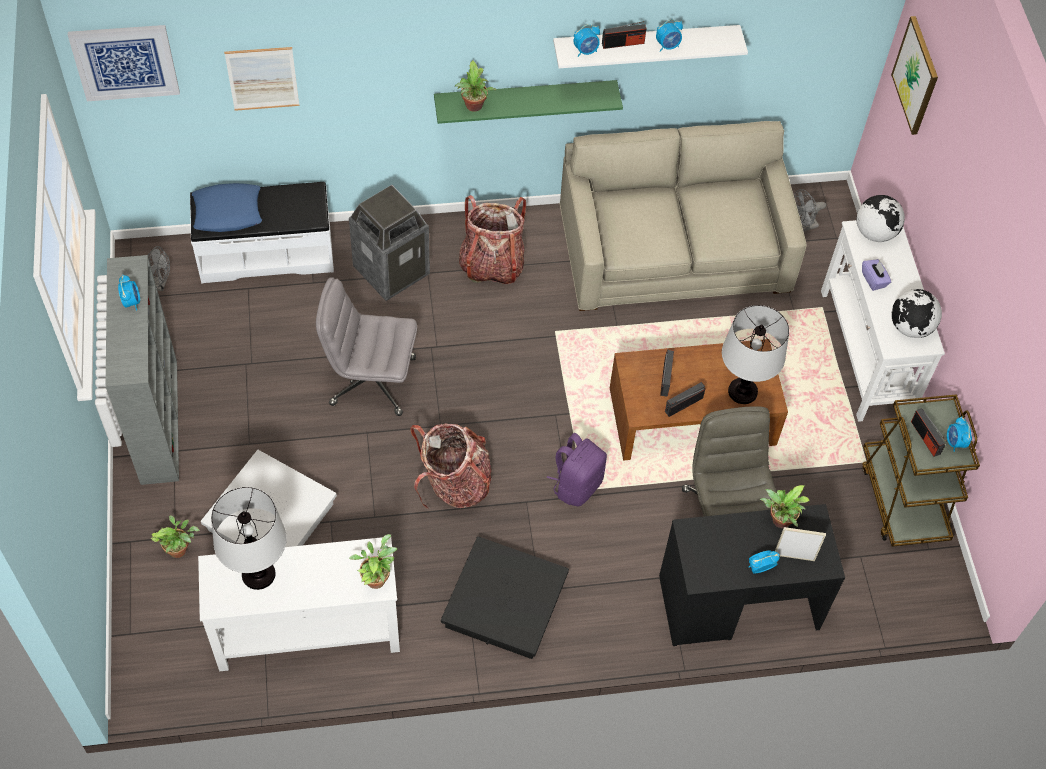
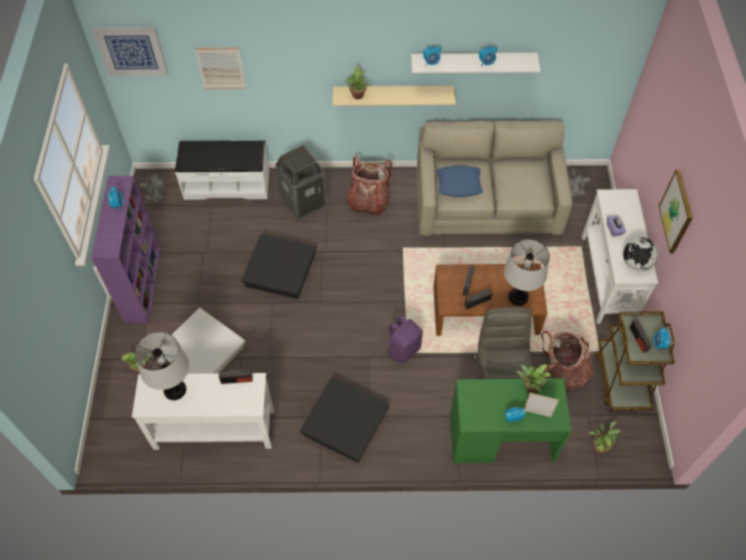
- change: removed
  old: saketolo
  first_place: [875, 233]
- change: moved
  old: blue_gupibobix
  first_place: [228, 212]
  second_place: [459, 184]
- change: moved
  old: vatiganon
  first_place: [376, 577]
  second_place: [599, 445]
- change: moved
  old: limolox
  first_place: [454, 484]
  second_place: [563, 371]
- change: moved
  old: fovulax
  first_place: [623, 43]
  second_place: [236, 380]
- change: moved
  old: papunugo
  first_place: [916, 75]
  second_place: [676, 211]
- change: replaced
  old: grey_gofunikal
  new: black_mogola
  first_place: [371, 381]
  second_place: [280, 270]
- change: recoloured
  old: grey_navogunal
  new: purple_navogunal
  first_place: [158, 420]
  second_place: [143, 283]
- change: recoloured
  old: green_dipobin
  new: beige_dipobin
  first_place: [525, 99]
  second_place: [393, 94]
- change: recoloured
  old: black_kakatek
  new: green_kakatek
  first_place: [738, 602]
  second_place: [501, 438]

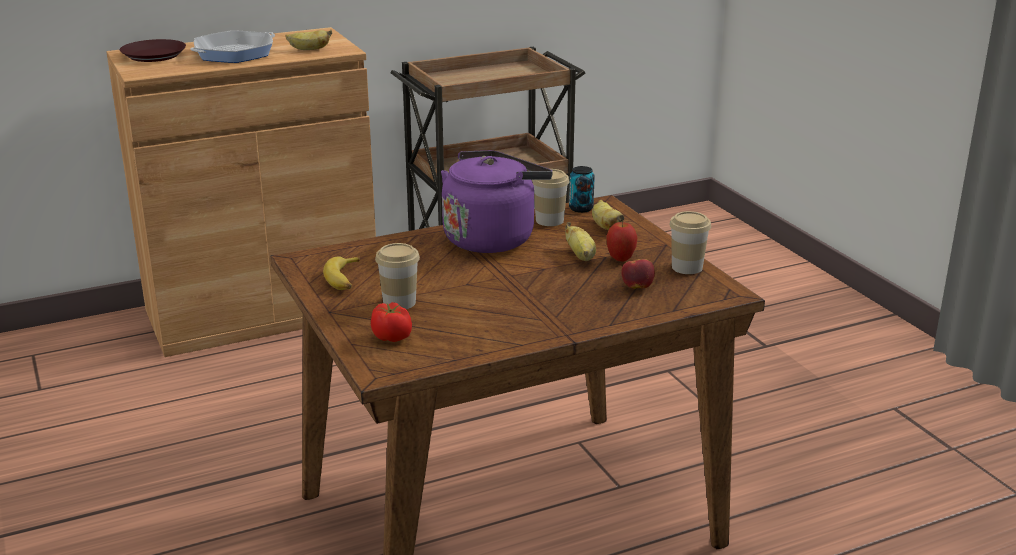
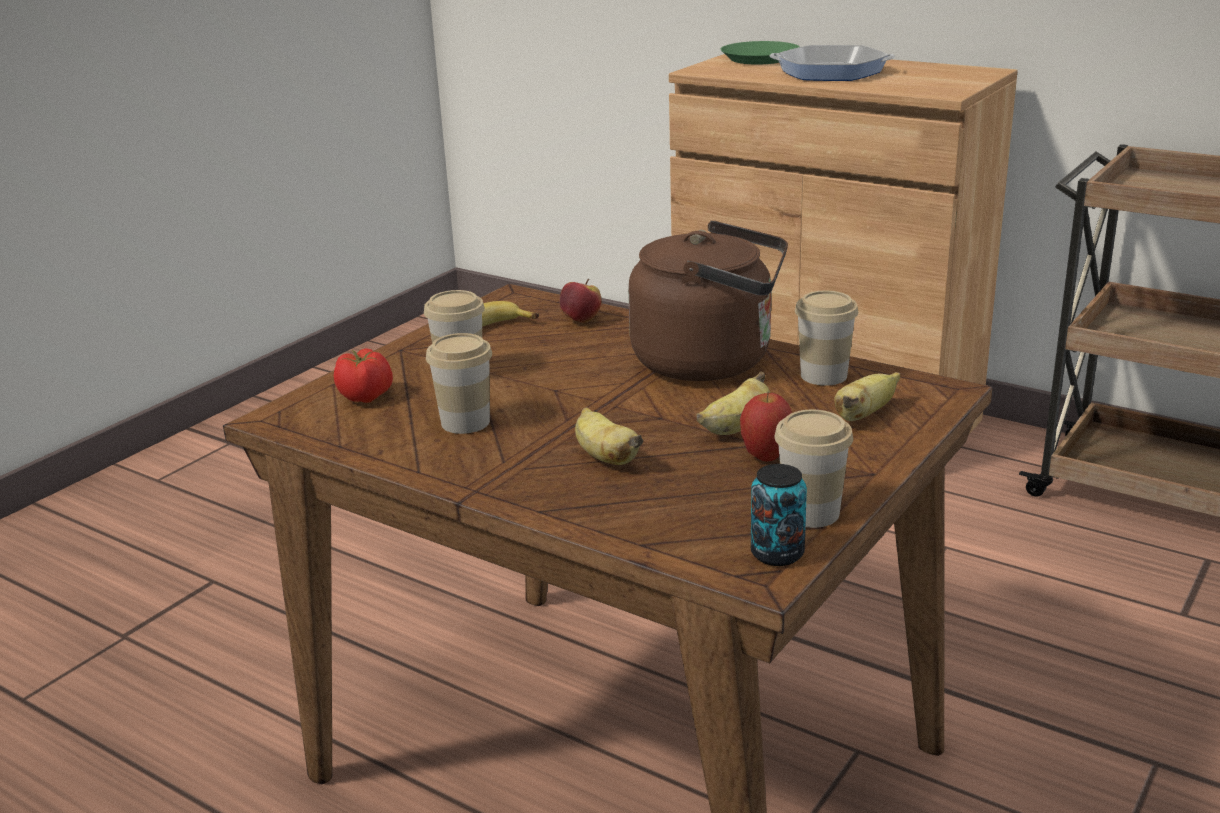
- change: added
  new: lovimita
  second_place: [465, 422]
- change: moved
  old: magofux
  first_place: [308, 49]
  second_place: [605, 457]
- change: moved
  old: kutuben
  first_place: [581, 208]
  second_place: [777, 554]
- change: moved
  old: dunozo
  first_place: [637, 287]
  second_place: [581, 320]
- change: recoloured
  old: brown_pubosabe
  new: green_pubosabe
  first_place: [154, 56]
  second_place: [759, 59]
- change: recoloured
  old: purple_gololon
  new: brown_gololon
  first_place: [492, 238]
  second_place: [711, 361]

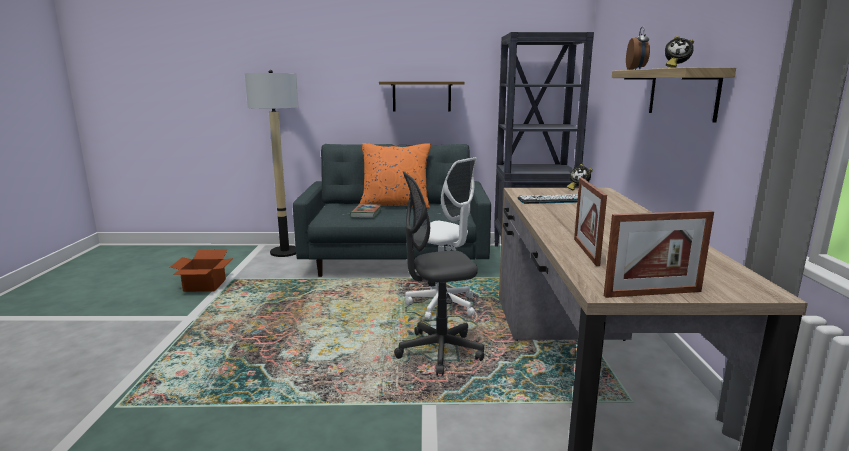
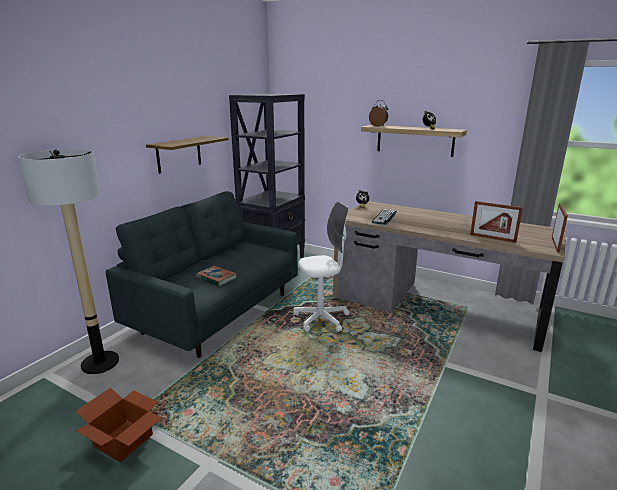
- change: removed
  old: orange_gupibobix
  first_place: [395, 205]
- change: removed
  old: grey_gofunikal
  first_place: [439, 352]

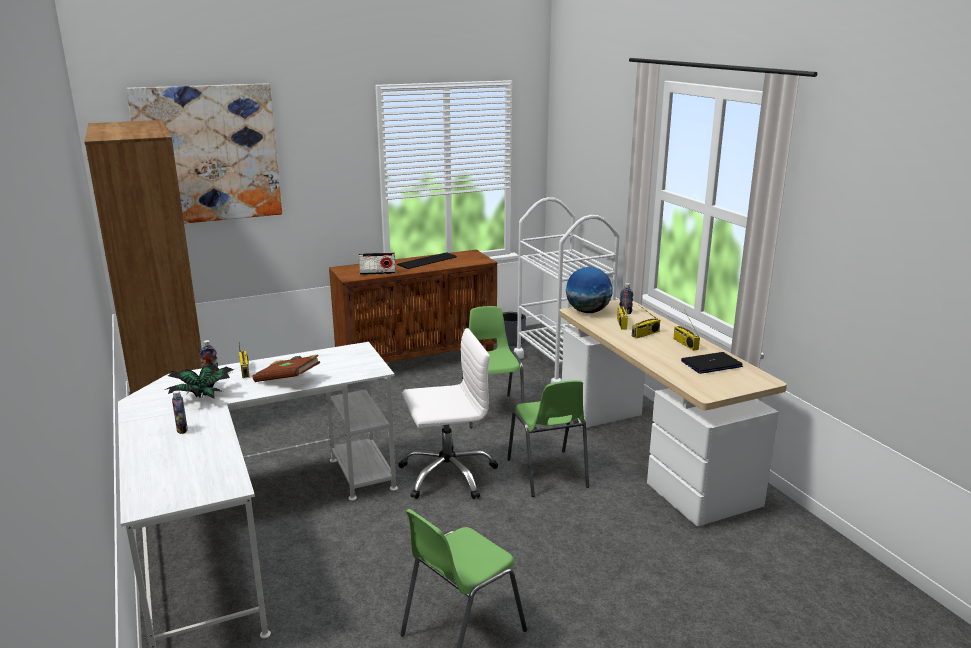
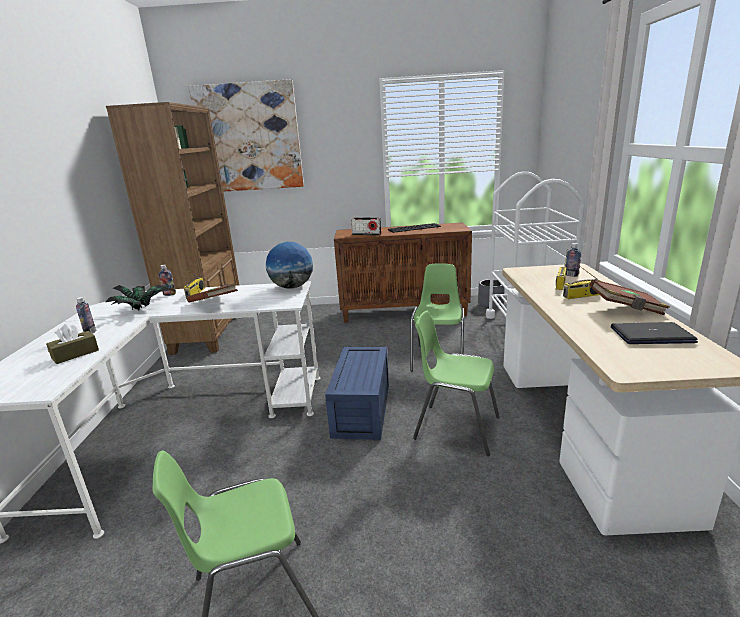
- change: added
  new: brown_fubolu
  second_place: [75, 354]
- change: moved
  old: saketolo
  first_place: [588, 311]
  second_place: [292, 287]
- change: replaced
  old: white_gofunikal
  new: blue_mogola
  first_place: [447, 474]
  second_place: [363, 410]
- change: replaced
  old: fovulax
  new: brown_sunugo
  first_place: [684, 344]
  second_place: [626, 309]
- change: turned
  old: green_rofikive
  first_place: [547, 474]
  second_place: [456, 428]
  degrees: 105

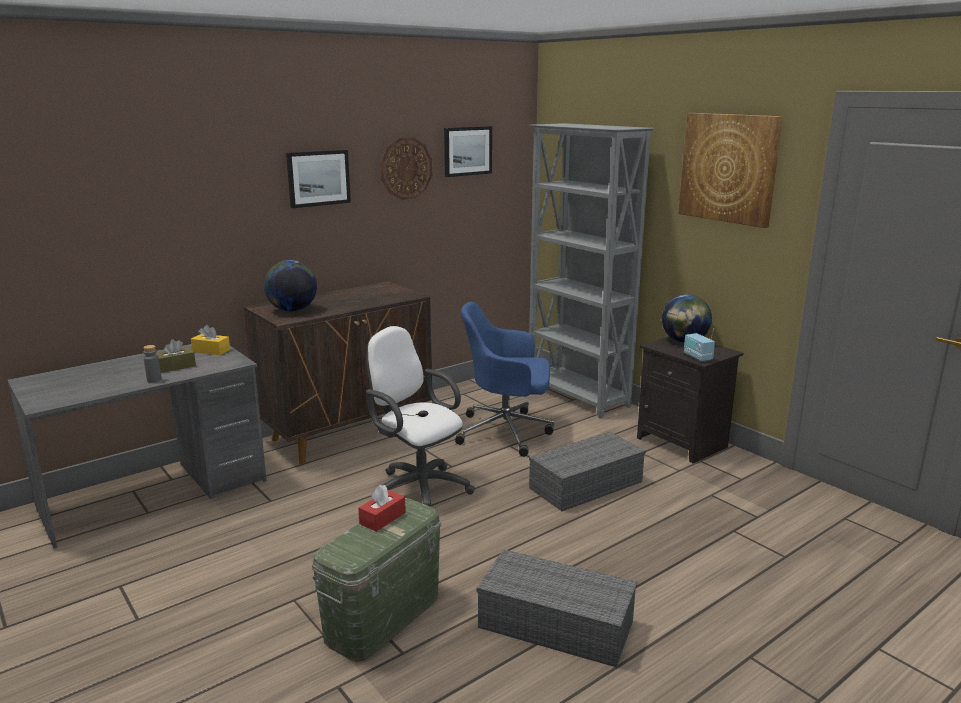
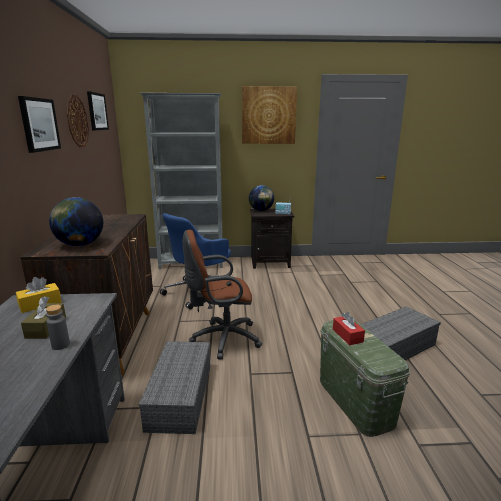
- change: moved
  old: grey_mogola
  first_place: [586, 484]
  second_place: [179, 394]
- change: recoloured
  old: white_gofunikal
  new: brown_gofunikal
  first_place: [417, 488]
  second_place: [222, 339]

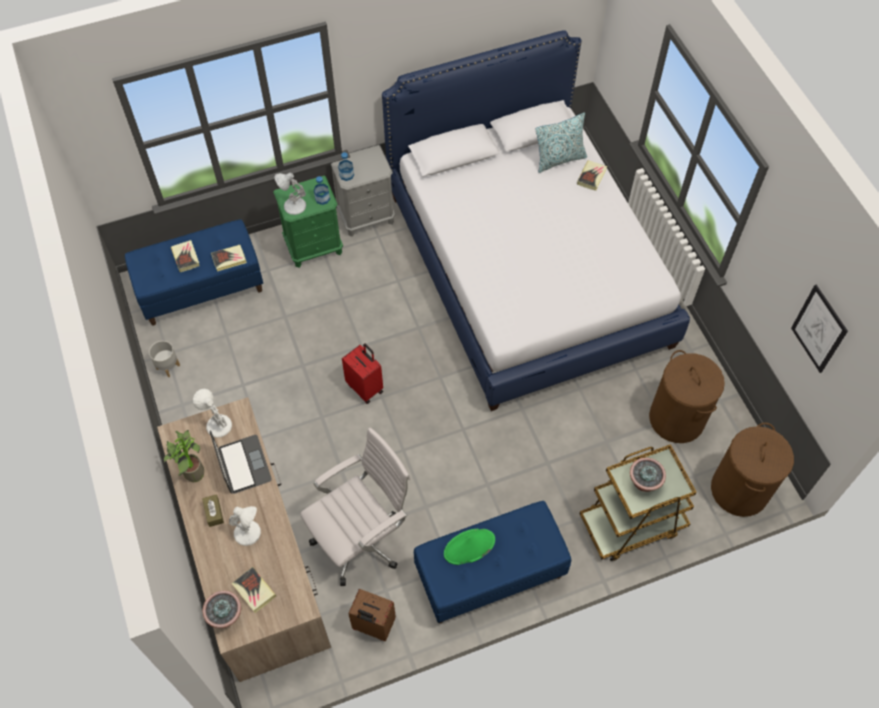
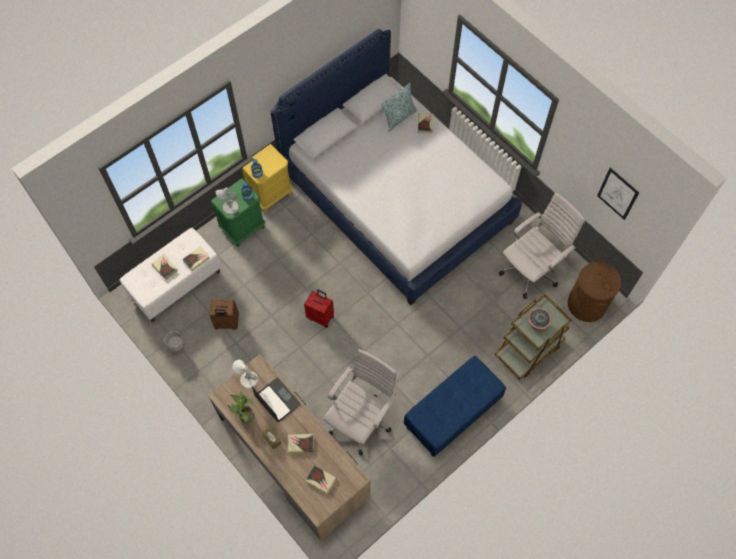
- change: removed
  old: vatiganon
  first_place: [225, 615]
- change: removed
  old: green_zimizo
  first_place: [469, 547]
- change: moved
  old: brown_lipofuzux
  first_place: [373, 626]
  second_place: [226, 323]
- change: replaced
  old: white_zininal
  new: sunugo
  first_place: [248, 533]
  second_place: [300, 444]
- change: replaced
  old: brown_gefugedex
  new: white_gofunikal
  first_place: [677, 418]
  second_place: [531, 270]
- change: recoloured
  old: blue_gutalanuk
  new: white_gutalanuk
  first_place: [201, 288]
  second_place: [176, 284]
- change: recoloured
  old: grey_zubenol
  new: yellow_zubenol
  first_place: [366, 217]
  second_place: [271, 194]

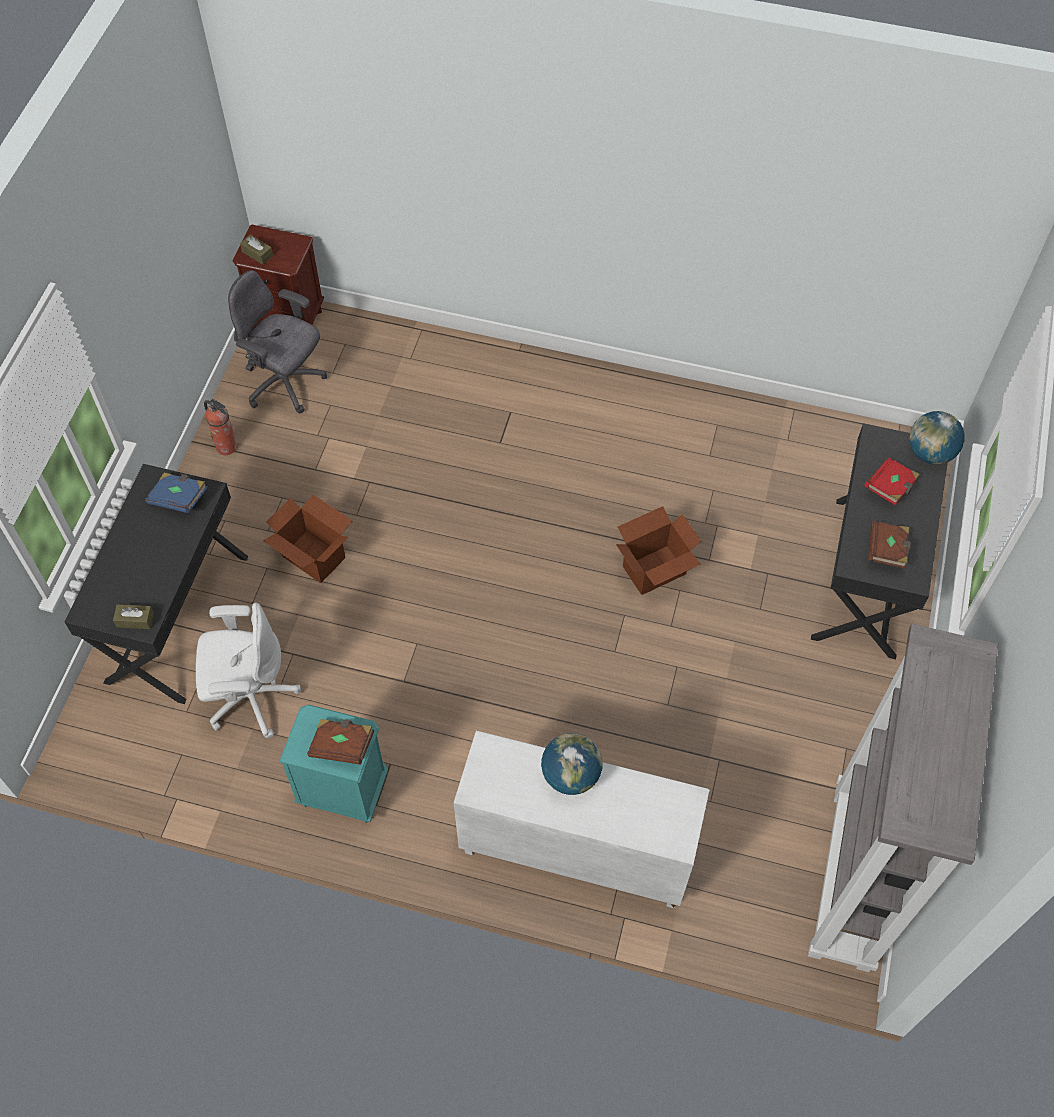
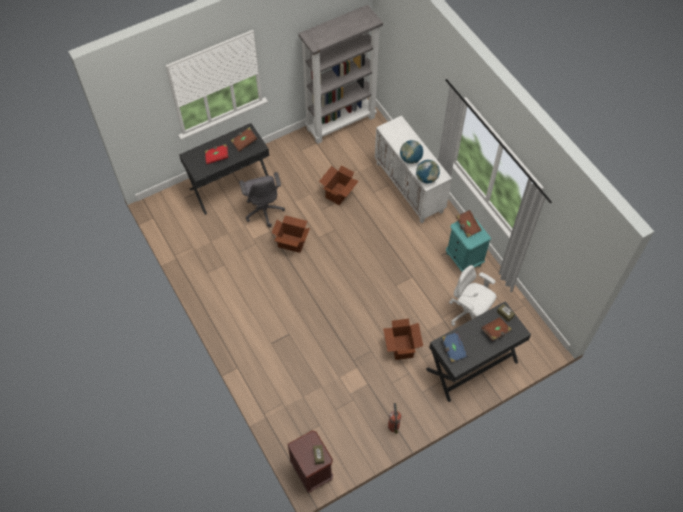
- change: added
  new: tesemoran
  second_place: [339, 194]
- change: added
  new: brown_sunugo
  second_place: [496, 331]
- change: moved
  old: grey_gofunikal
  first_place: [285, 384]
  second_place: [264, 210]
- change: moved
  old: saketolo
  first_place: [930, 453]
  second_place: [427, 178]

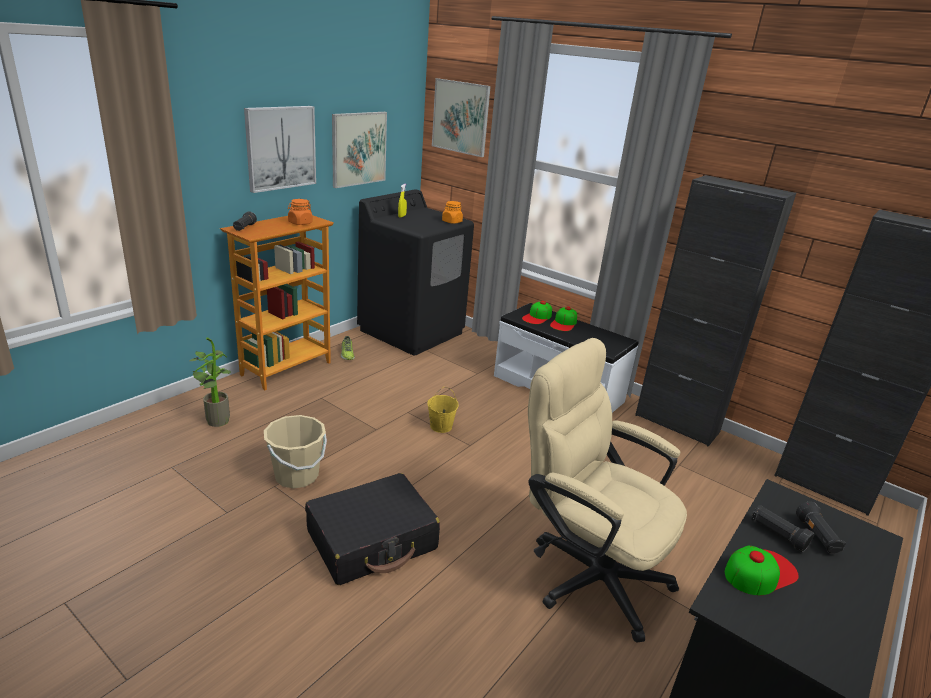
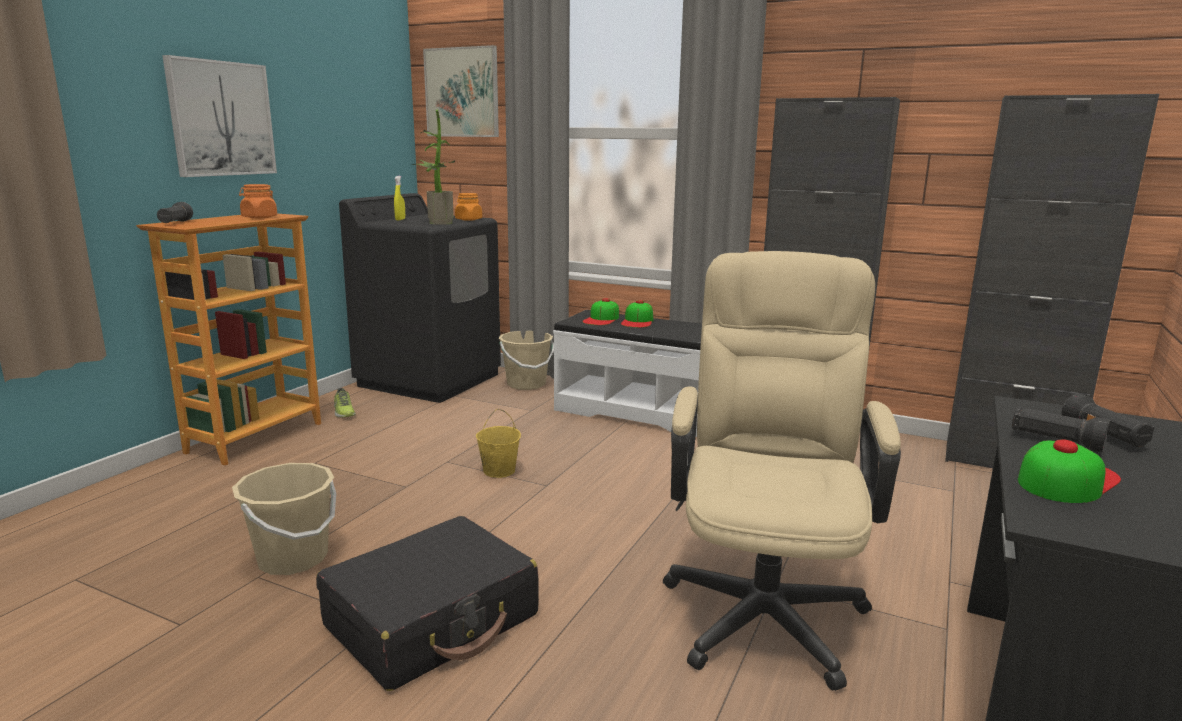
- change: removed
  old: papunugo
  first_place: [359, 149]
- change: added
  new: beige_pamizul
  second_place: [526, 384]
- change: moved
  old: vatiganon
  first_place: [215, 420]
  second_place: [437, 223]
- change: turned
  old: beige_gofunikal
  first_place: [587, 571]
  second_place: [764, 602]
  degrees: 75

